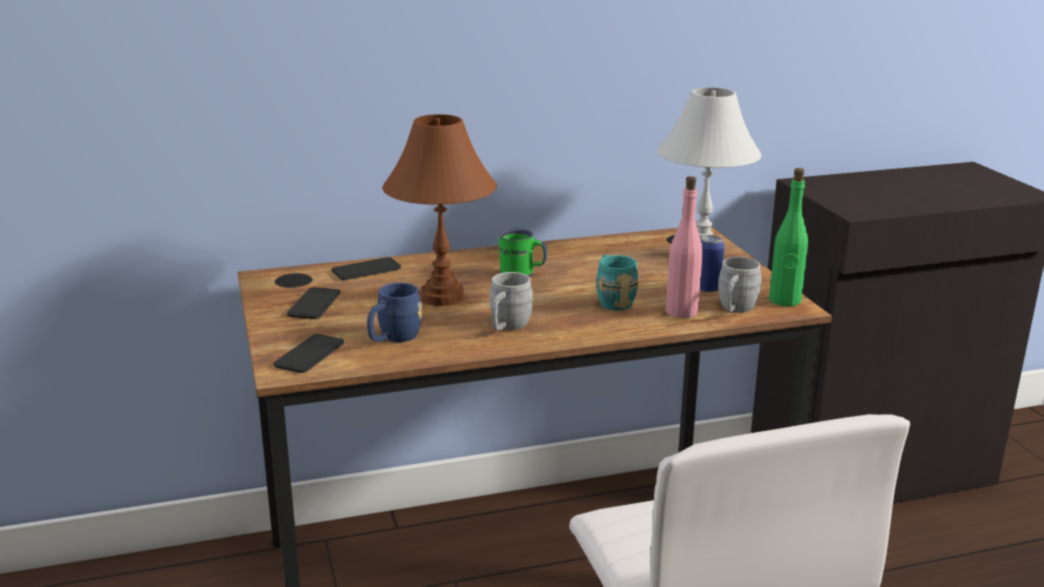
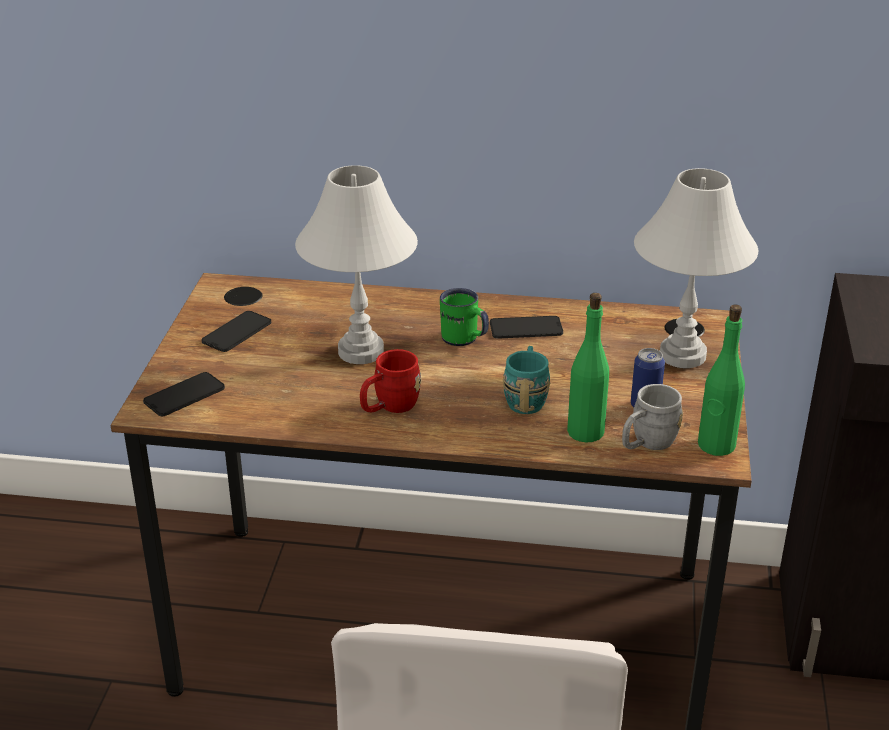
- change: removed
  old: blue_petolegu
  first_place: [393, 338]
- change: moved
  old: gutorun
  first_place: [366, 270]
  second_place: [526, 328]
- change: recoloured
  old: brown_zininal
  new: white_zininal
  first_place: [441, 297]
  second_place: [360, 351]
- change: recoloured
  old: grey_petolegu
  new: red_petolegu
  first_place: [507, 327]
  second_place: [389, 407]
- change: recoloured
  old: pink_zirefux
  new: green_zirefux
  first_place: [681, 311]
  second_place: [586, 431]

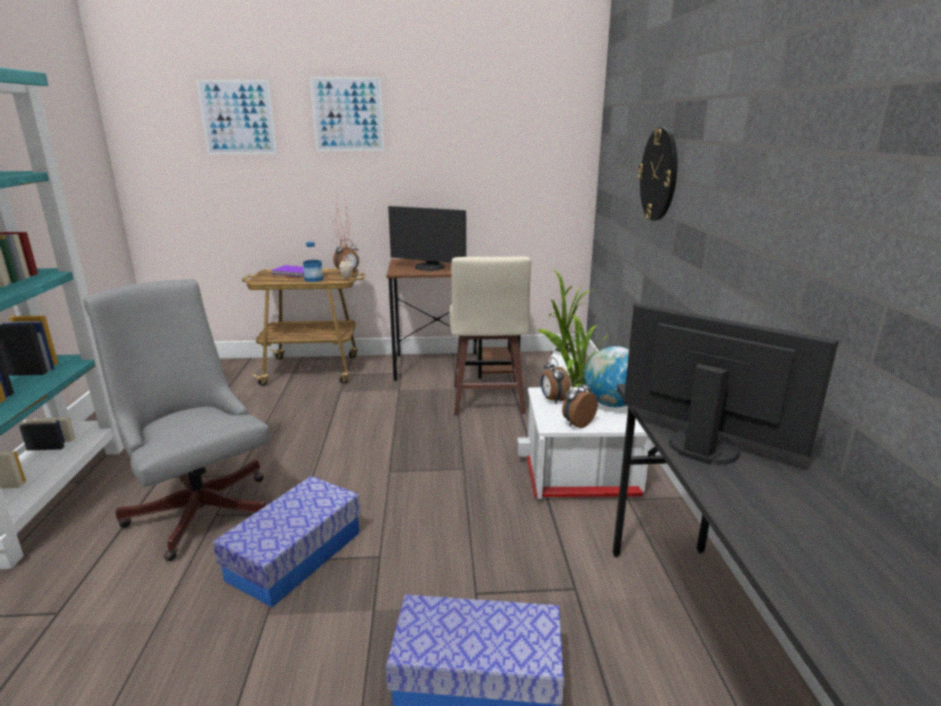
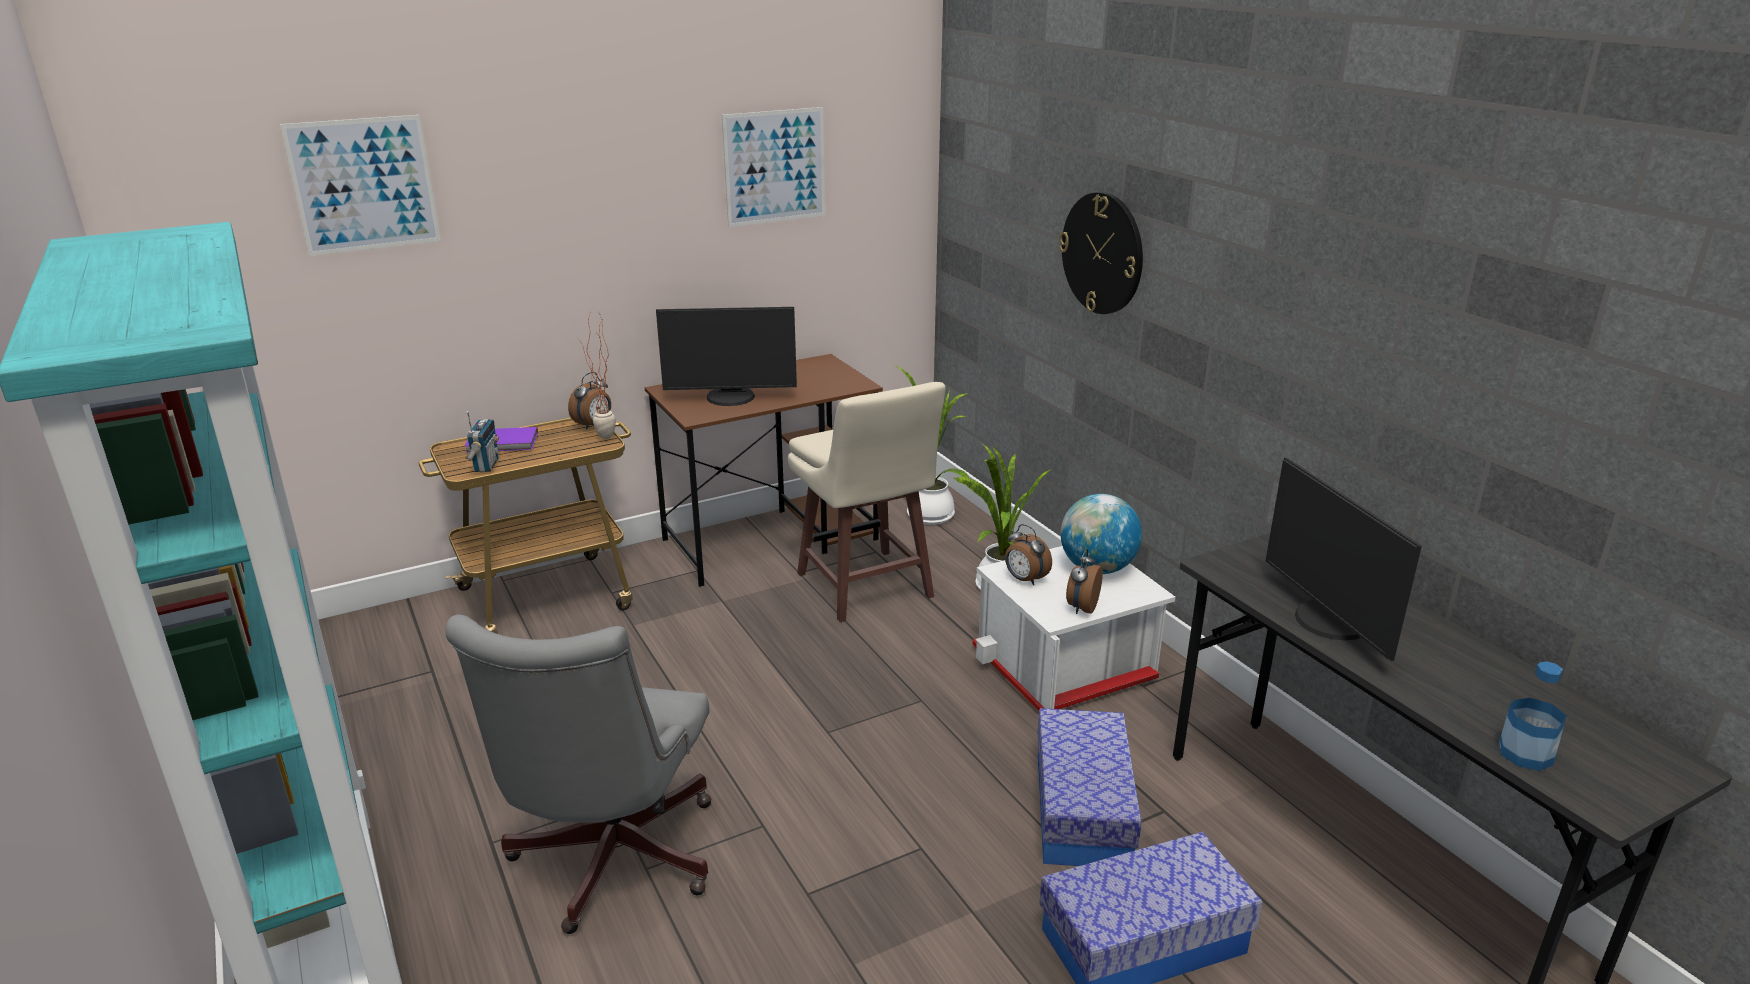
- change: added
  new: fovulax
  second_place: [486, 466]
- change: moved
  old: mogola
  first_place: [295, 555]
  second_place: [1081, 809]
- change: moved
  old: zirefux
  first_place: [313, 279]
  second_place: [1525, 754]
- change: moved
  old: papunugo
  first_place: [348, 114]
  second_place: [775, 167]
- change: turned
  old: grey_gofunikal
  first_place: [200, 506]
  second_place: [609, 864]
  degrees: -105
- change: turned
  old: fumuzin
  first_place: [704, 446]
  second_place: [1328, 621]
  degrees: -120

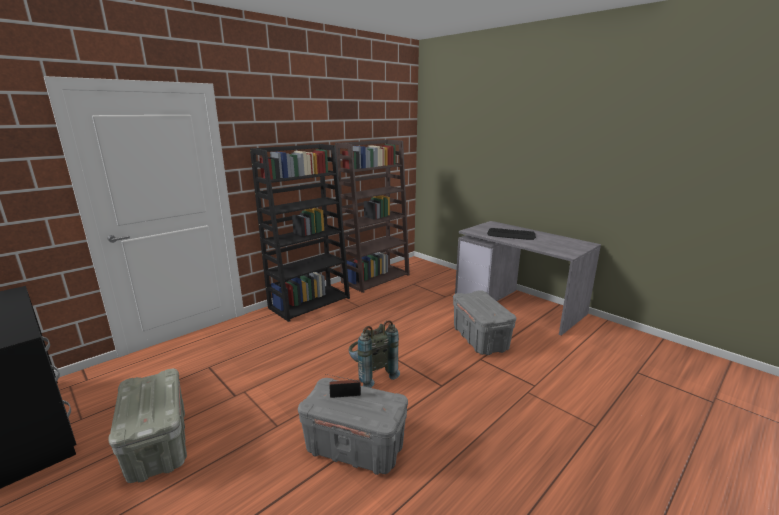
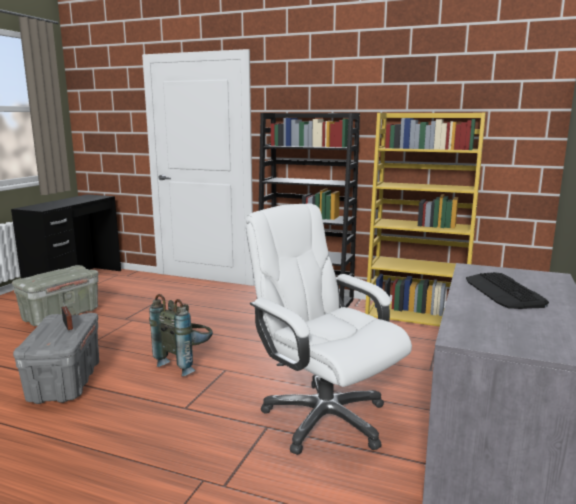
- change: replaced
  old: grey_mogola
  new: white_gofunikal
  first_place: [479, 339]
  second_place: [324, 418]
- change: recoloured
  old: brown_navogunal
  new: yellow_navogunal
  first_place: [376, 278]
  second_place: [417, 316]

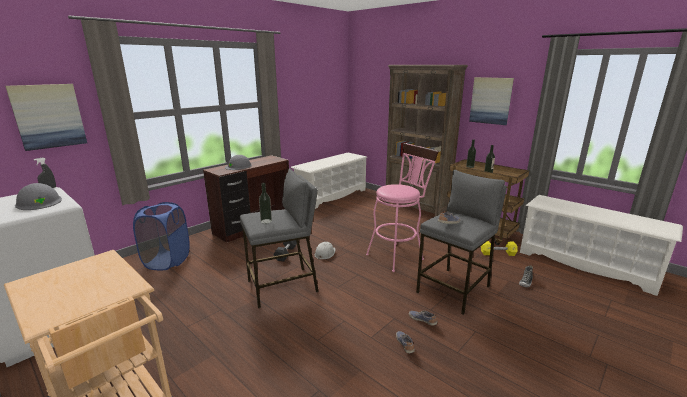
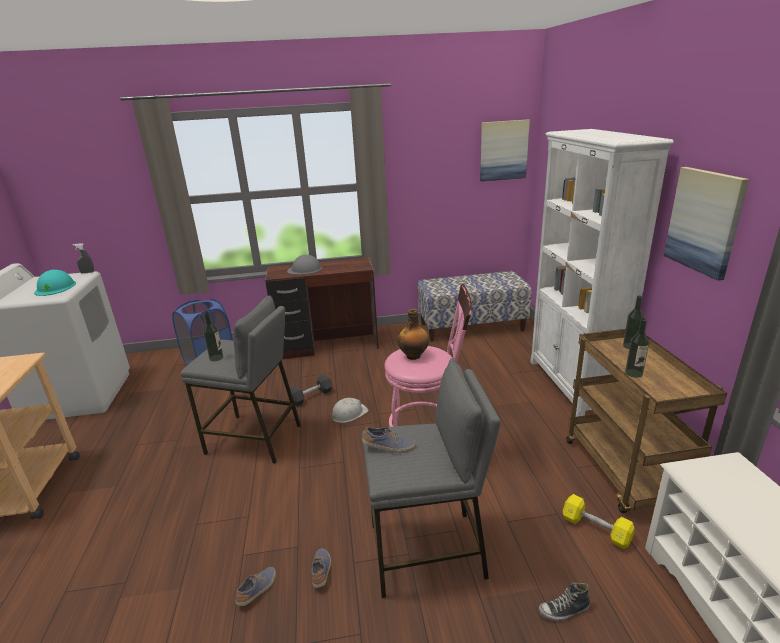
- change: added
  new: zirefux
  second_place: [414, 356]
- change: moved
  old: papunugo
  first_place: [48, 116]
  second_place: [503, 150]
- change: replaced
  old: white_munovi
  new: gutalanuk
  first_place: [331, 196]
  second_place: [472, 327]
- change: recoloured
  old: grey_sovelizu
  new: turquoise_sovelizu
  first_place: [39, 202]
  second_place: [55, 287]
- change: recoloured
  old: brown_navogunal
  new: white_navogunal
  first_place: [416, 208]
  second_place: [571, 386]

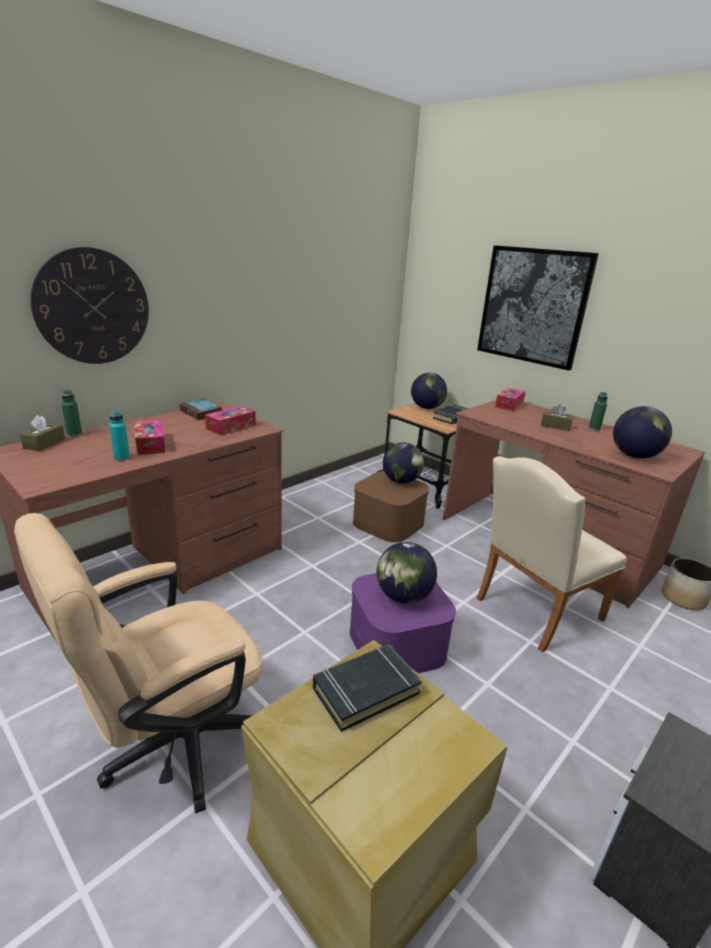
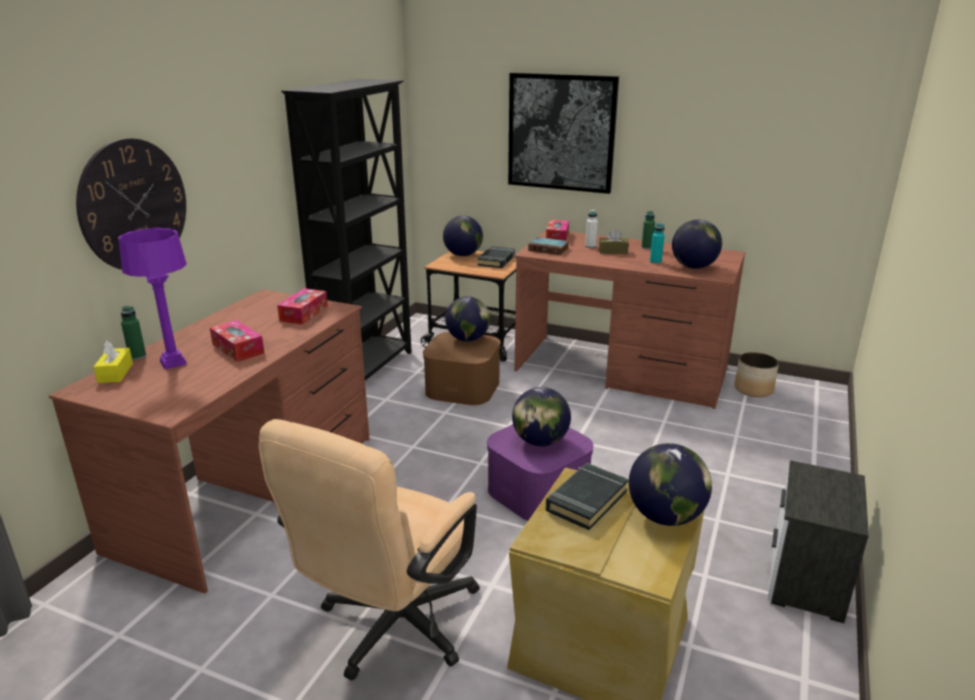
- change: removed
  old: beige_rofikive
  first_place: [533, 611]
- change: added
  new: purple_zininal
  second_place: [173, 362]
- change: added
  new: black_navogunal
  second_place: [368, 369]
- change: added
  new: white_zirefux
  second_place: [590, 246]
- change: added
  new: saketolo
  second_place: [665, 517]
- change: moved
  old: turquoise_zirefux
  first_place: [122, 457]
  second_place: [655, 262]
- change: moved
  old: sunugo
  first_place: [202, 413]
  second_place: [549, 249]
- change: recoloured
  old: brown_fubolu
  new: yellow_fubolu
  first_place: [44, 443]
  second_place: [115, 373]

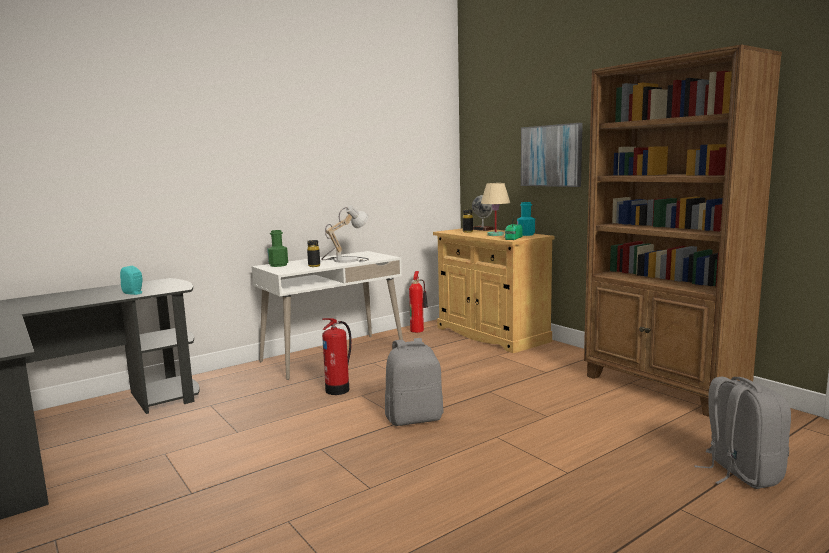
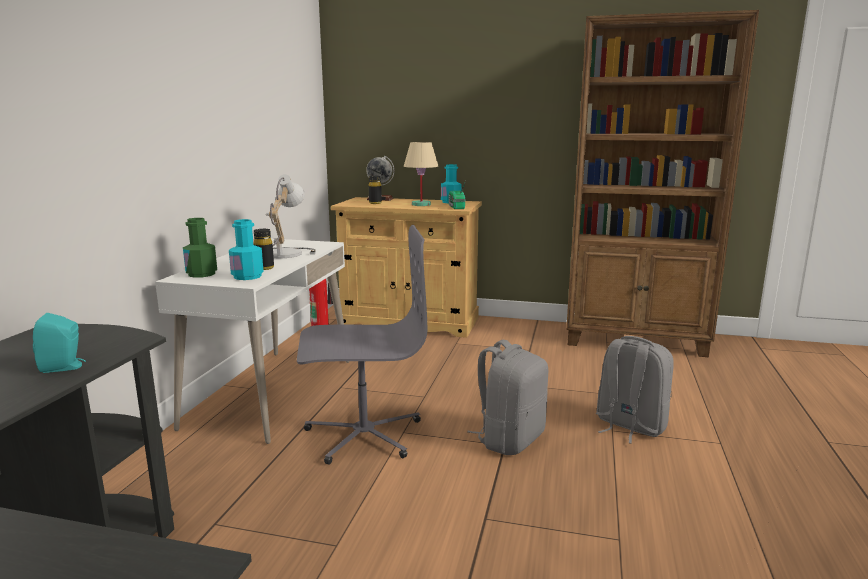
- change: removed
  old: papunugo
  first_place: [551, 156]
- change: added
  new: turquoise_zirefux
  second_place: [247, 276]
- change: moved
  old: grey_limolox
  first_place: [740, 473]
  second_place: [629, 425]
- change: replaced
  old: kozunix
  new: grey_gofunikal
  first_place: [339, 389]
  second_place: [363, 434]

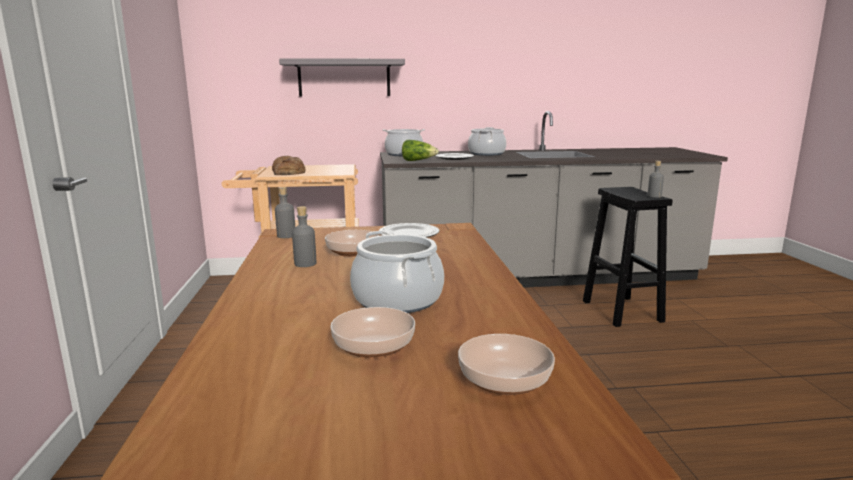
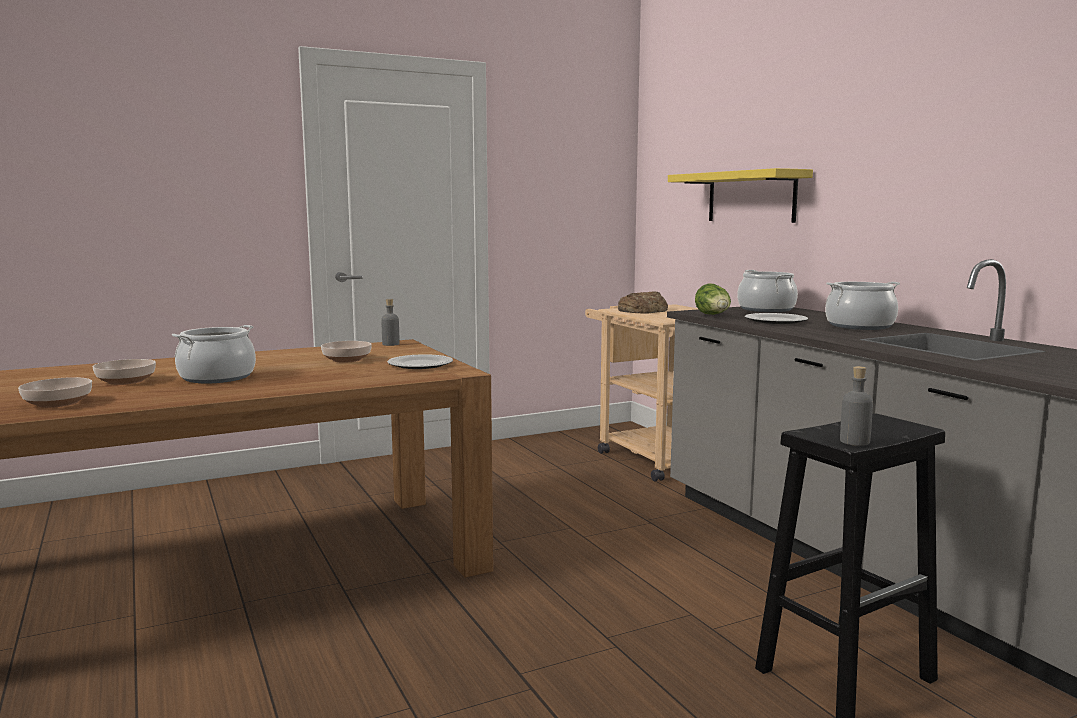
- change: removed
  old: grey_zirefux
  first_place: [305, 264]
- change: recoloured
  old: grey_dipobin
  new: yellow_dipobin
  first_place: [344, 78]
  second_place: [751, 197]

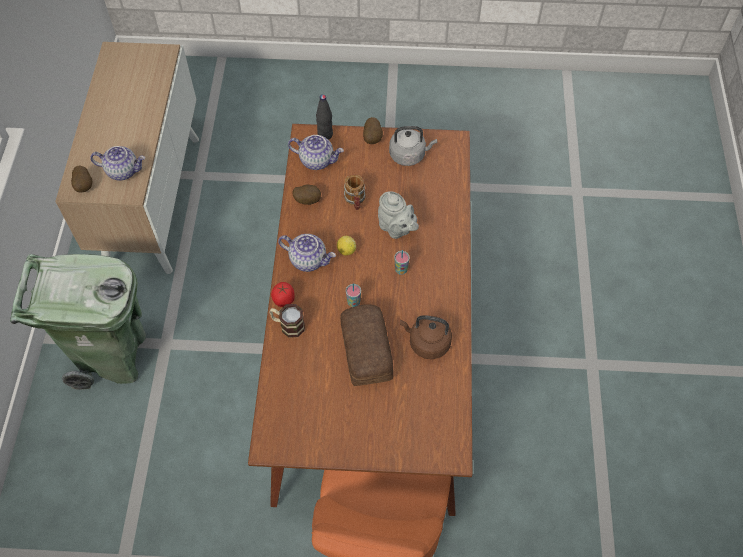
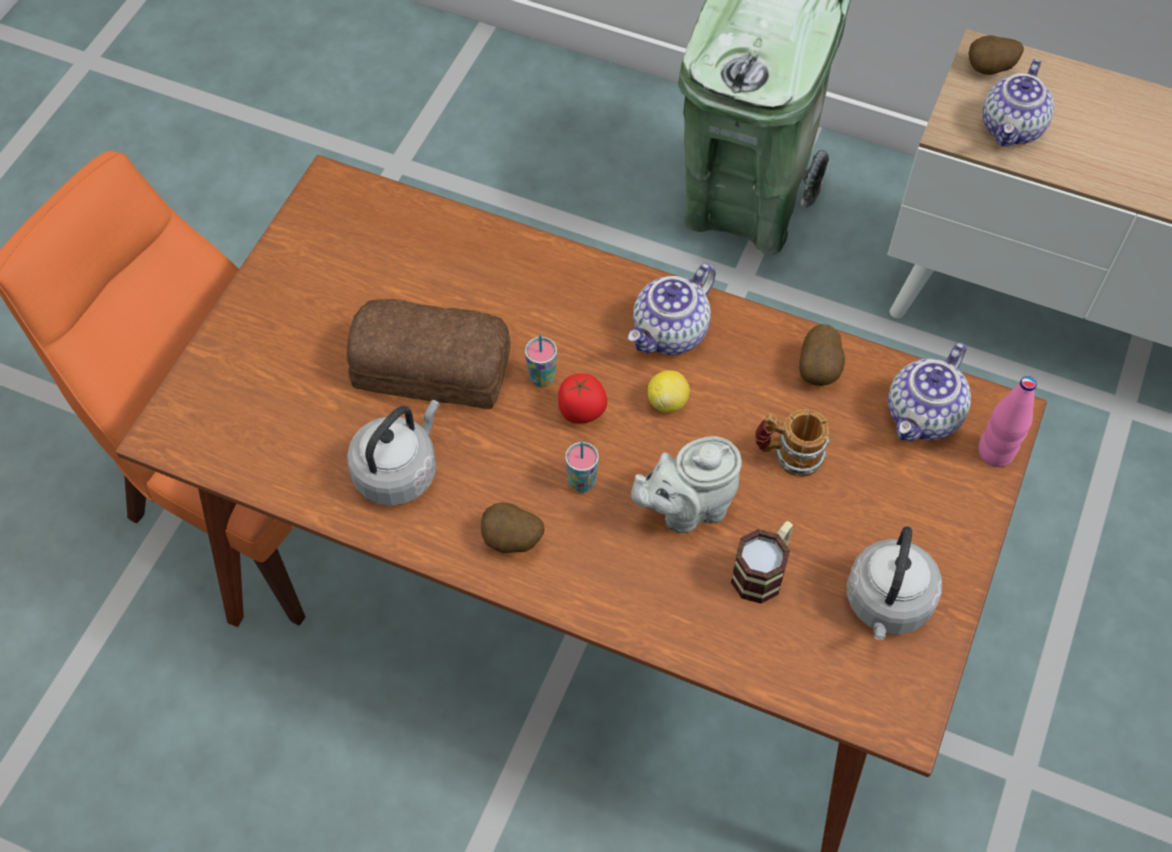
- change: moved
  old: petolegu
  first_place: [288, 325]
  second_place: [763, 570]
- change: moved
  old: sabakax
  first_place: [284, 300]
  second_place: [582, 412]
- change: moved
  old: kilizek
  first_place: [373, 138]
  second_place: [512, 542]
- change: recoloured
  old: black_zirefux
  new: pink_zirefux
  first_place: [325, 135]
  second_place: [995, 452]
- change: recoloured
  old: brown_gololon
  new: grey_gololon
  first_place: [427, 343]
  second_place: [399, 471]

